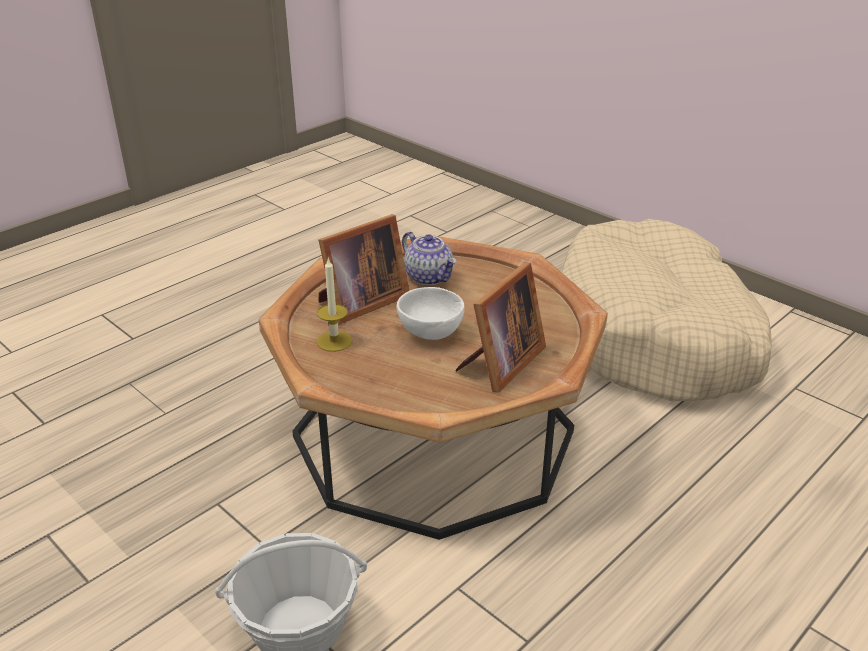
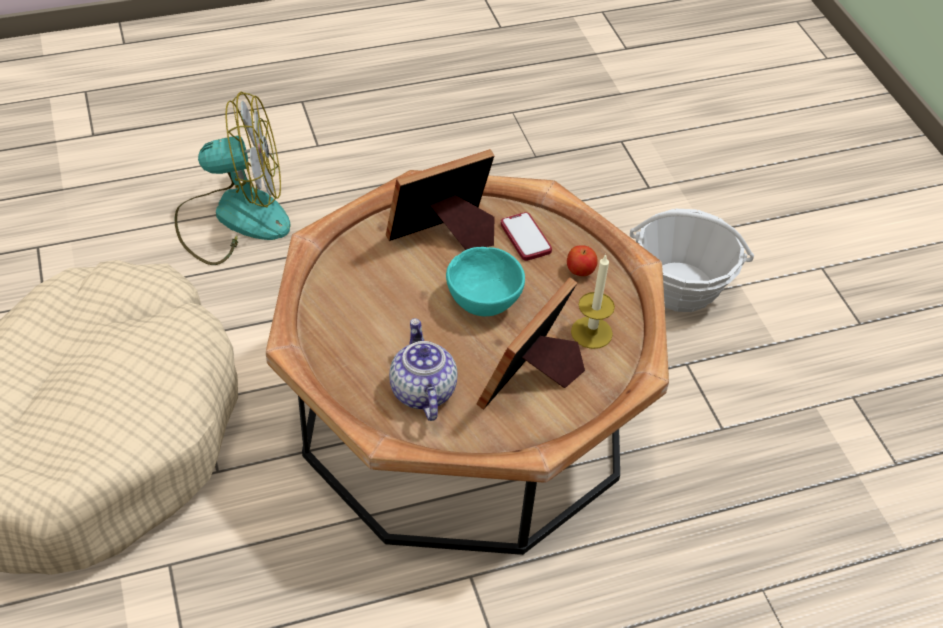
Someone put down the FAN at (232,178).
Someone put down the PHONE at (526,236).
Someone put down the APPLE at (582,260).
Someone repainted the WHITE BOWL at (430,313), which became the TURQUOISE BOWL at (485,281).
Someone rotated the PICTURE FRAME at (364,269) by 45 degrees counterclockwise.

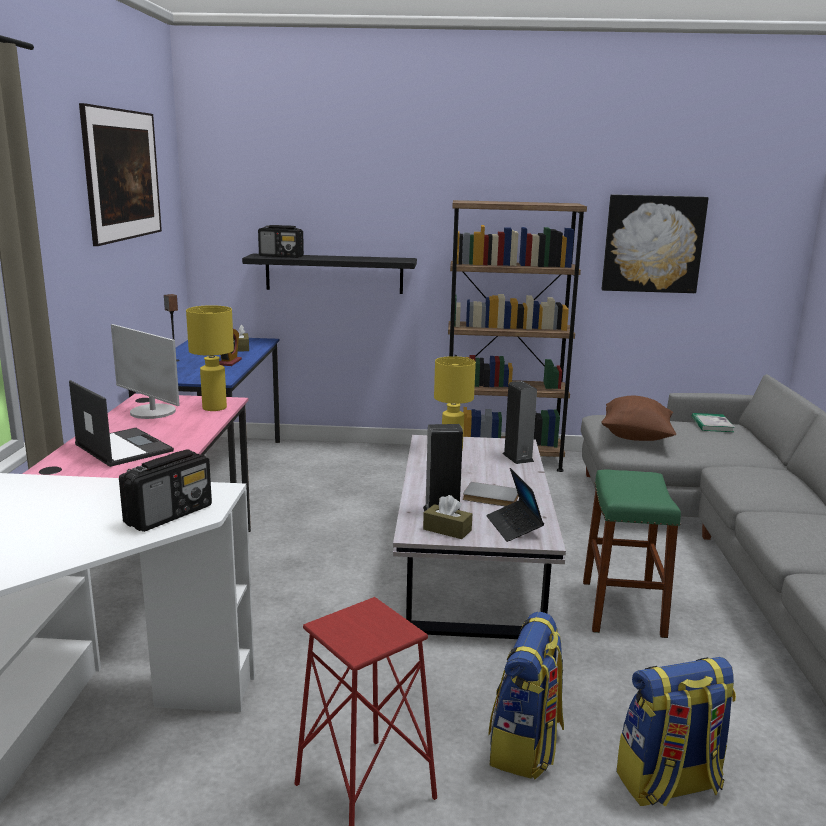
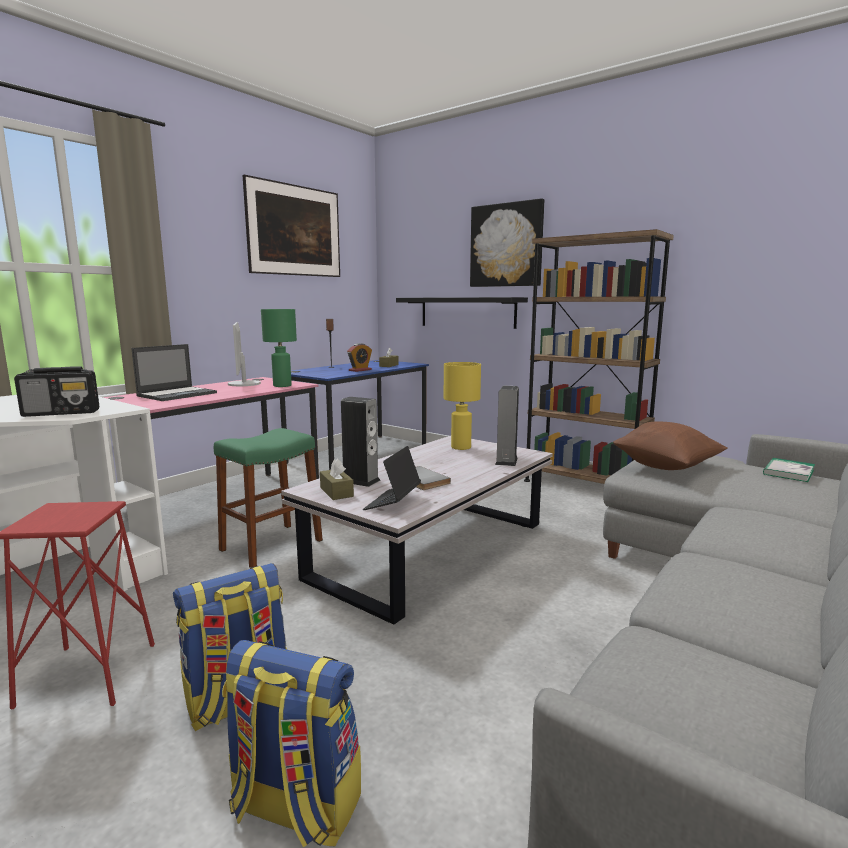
Someone took away the RADIO at (281,241).
Someone carried the GREEN STOOL from (632,554) to (268,498).
Someone carried the PICTURE from (655,243) to (507,242).
Someone repainted the YELLOW TABLE LAMP at (210,358), which became the GREEN TABLE LAMP at (279,348).
Someone rotated the LAPTOP at (121,423) by 45 degrees clockwise.

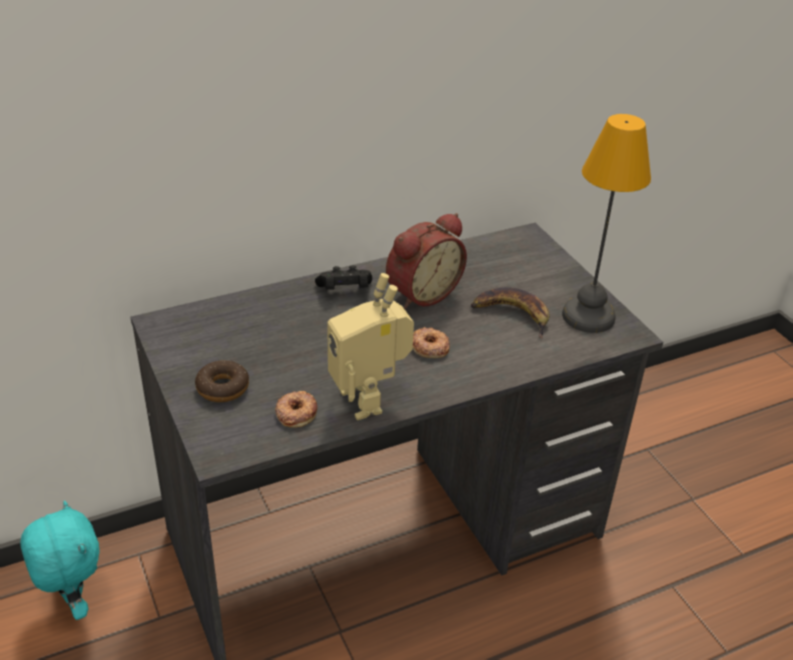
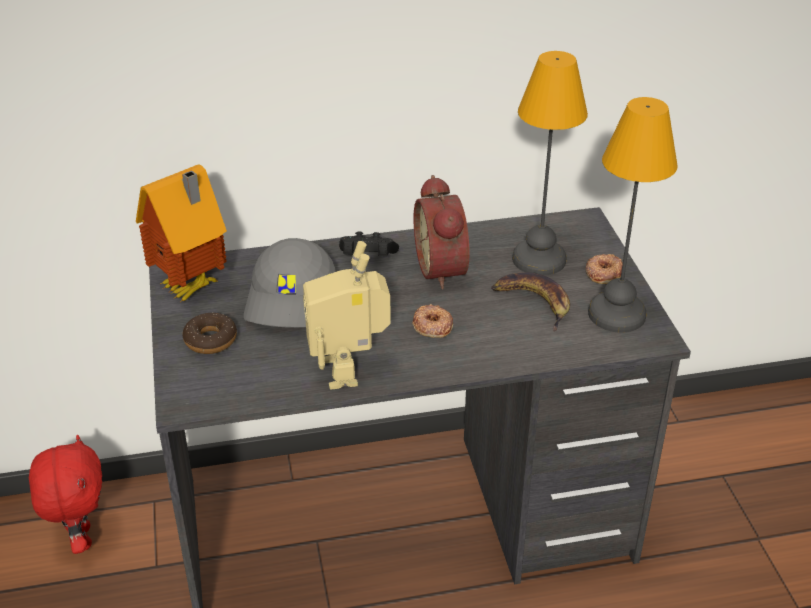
Someone put down the TOY HOUSE at (181,232).
Someone put down the GREY CAP at (290,283).
Someone put down the TABLE LAMP at (550,163).
Someone carried the DONUT from (296,409) to (604,269).
Someone repainted the TURQUOISE PLUSH TOY at (59,560), which became the RED PLUSH TOY at (65,494).
Someone rotated the ALARM CLOCK at (426,261) by 105 degrees clockwise.

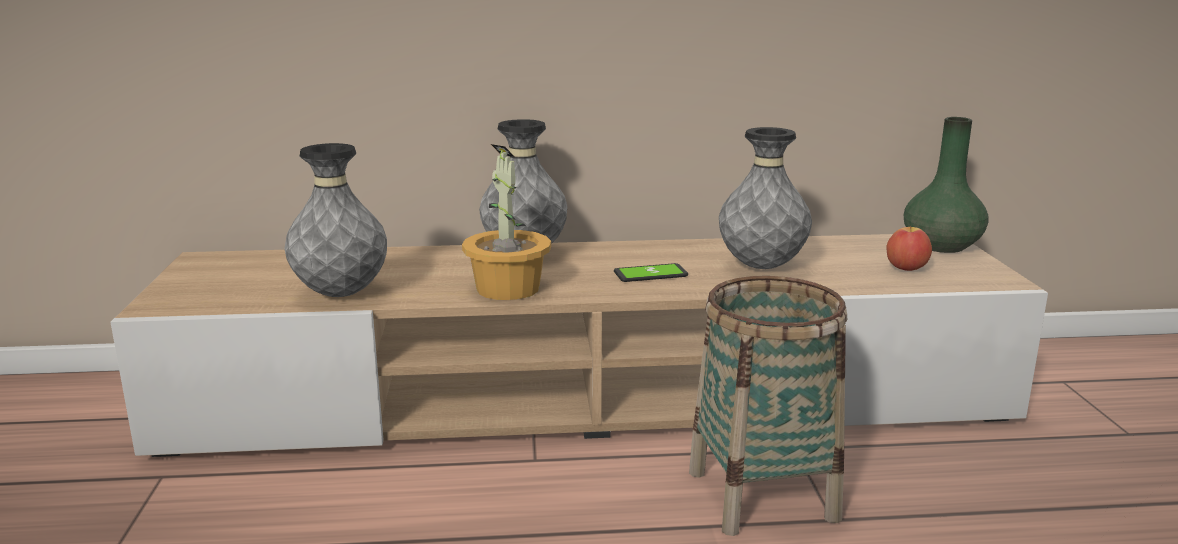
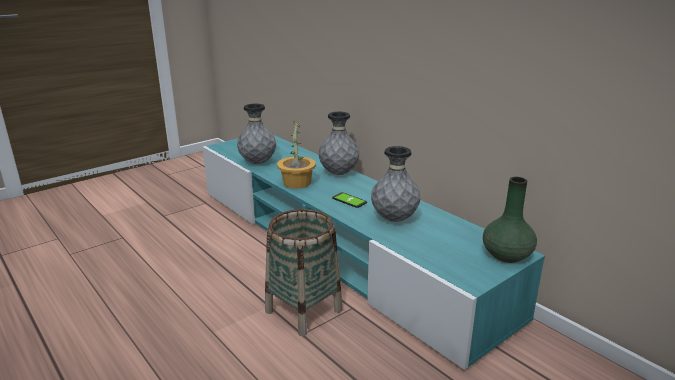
Someone took away the APPLE at (909,248).
Someone repainted the BEIGE TV STAND at (579,345), which became the TURQUOISE TV STAND at (374,252).

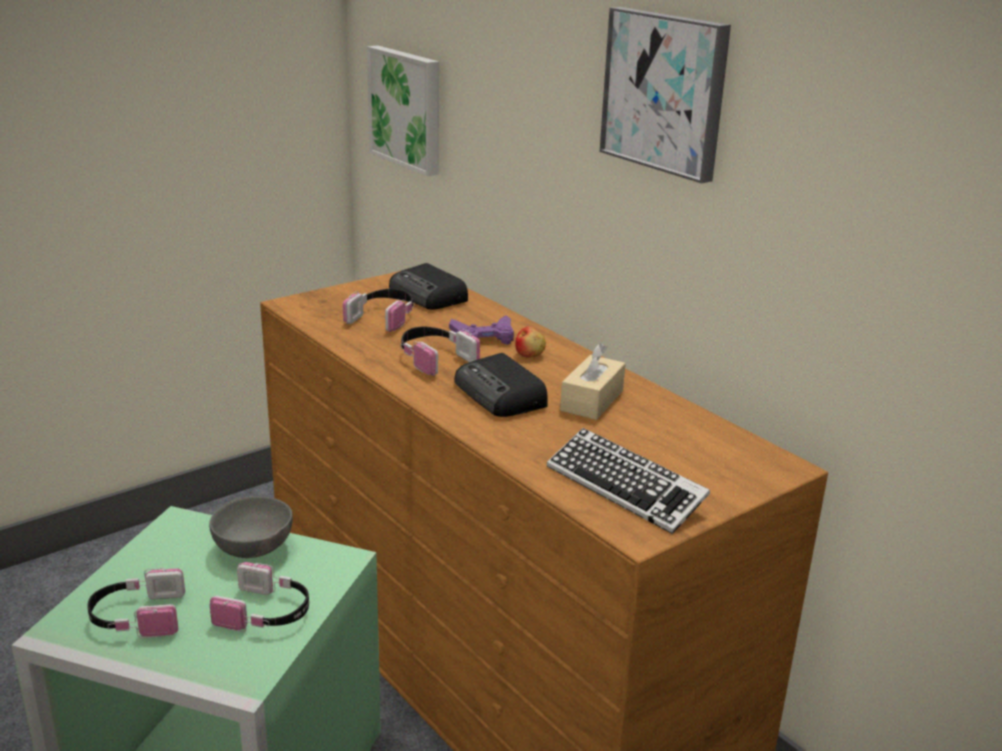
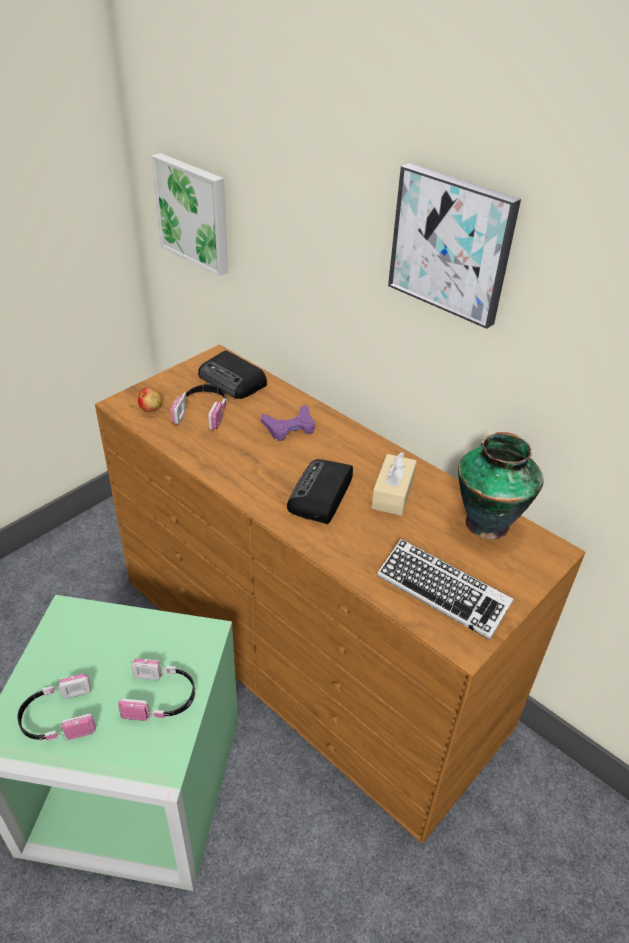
Someone took away the GREY BOWL at (251,527).
Someone took away the HEADPHONES at (440,351).
Someone put down the VASE at (500,486).
Someone carried the APPLE from (530,342) to (150,399).
Someone rotated the RADIO at (501,385) by 60 degrees clockwise.

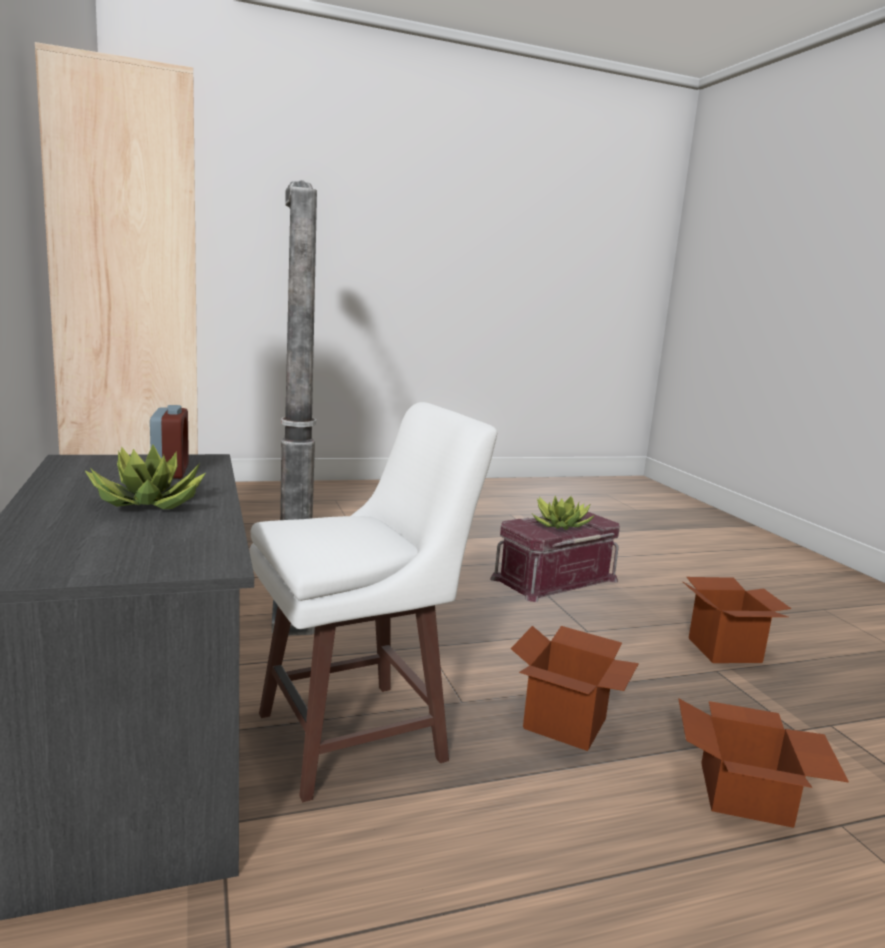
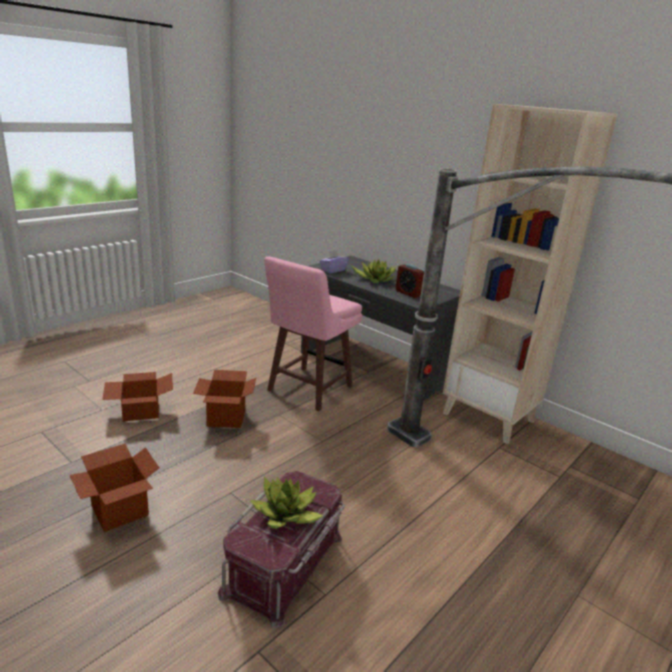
Someone put down the PURPLE TISSUE BOX at (334,261).
Someone repainted the WHITE STOOL at (373,602), which became the PINK STOOL at (313,334).

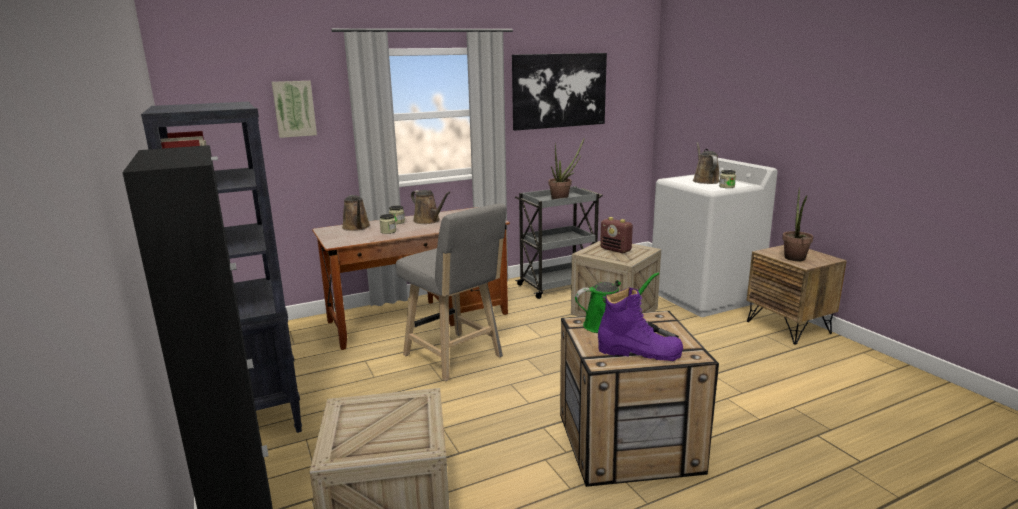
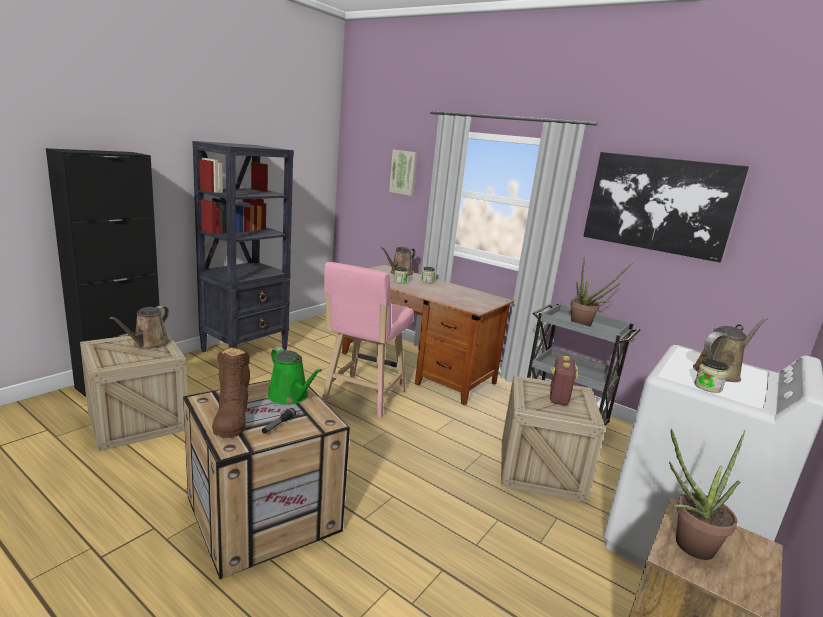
Someone carried the BROWN WATERING CAN from (430,207) to (139,327).
Someone repainted the GREY STOOL at (451,292), which became the PINK STOOL at (368,340).
Someone repainted the PURPLE BOOT at (640,324), which became the BROWN BOOT at (231,392).

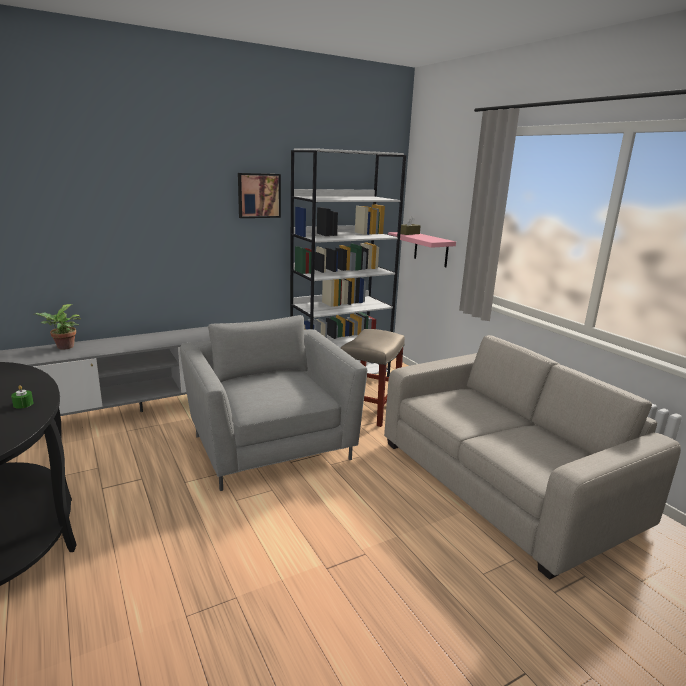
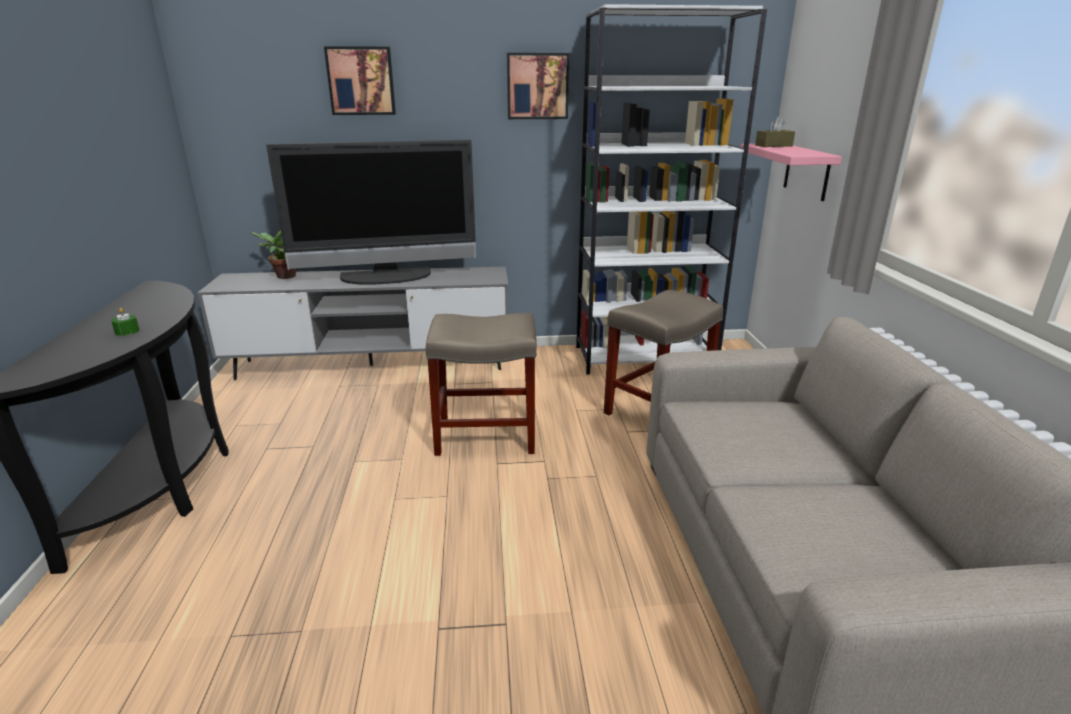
Someone put down the TELEVISION at (371,212).
Someone put up the PICTURE at (360,80).
Someone swapped the GREY ARMCHAIR at (273,403) for the BEIGE STOOL at (481,384).

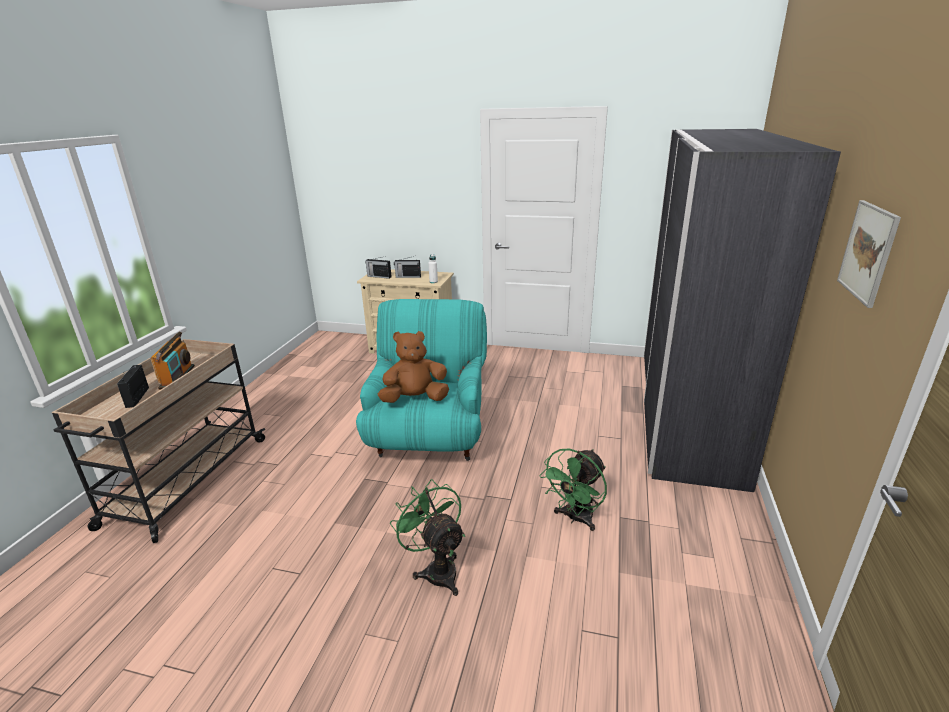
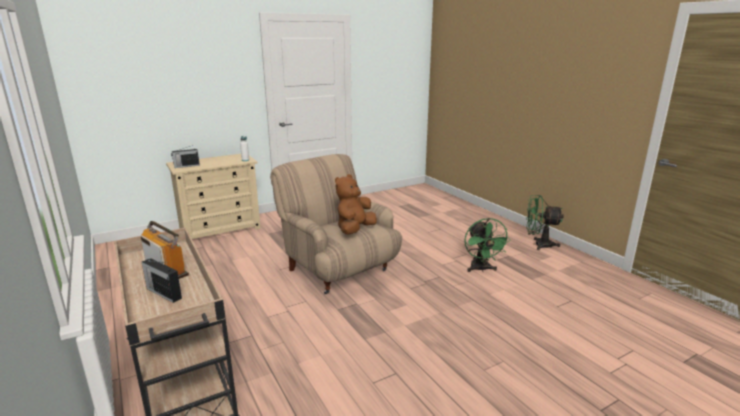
Someone took away the RADIO at (407,267).
Someone took away the GREY WARDROBE at (742,310).
Someone took away the PICTURE at (869,254).
Someone carried the GREEN FAN from (427,537) to (545,222).
Someone repainted the TURQUOISE ARMCHAIR at (421,380), which became the BEIGE ARMCHAIR at (336,224).

